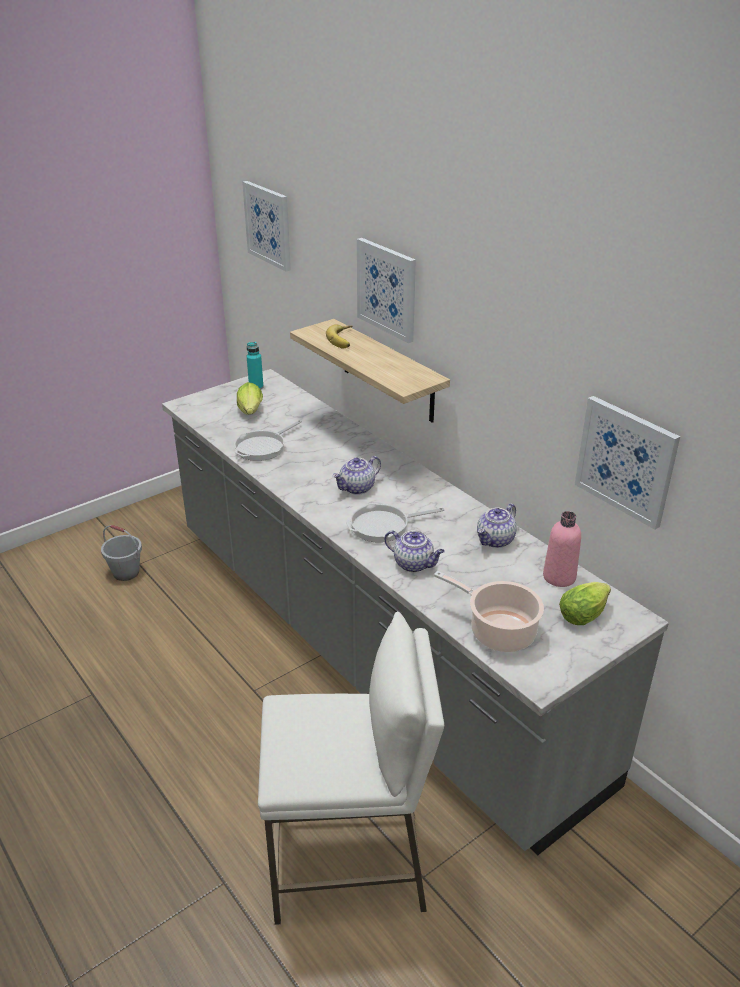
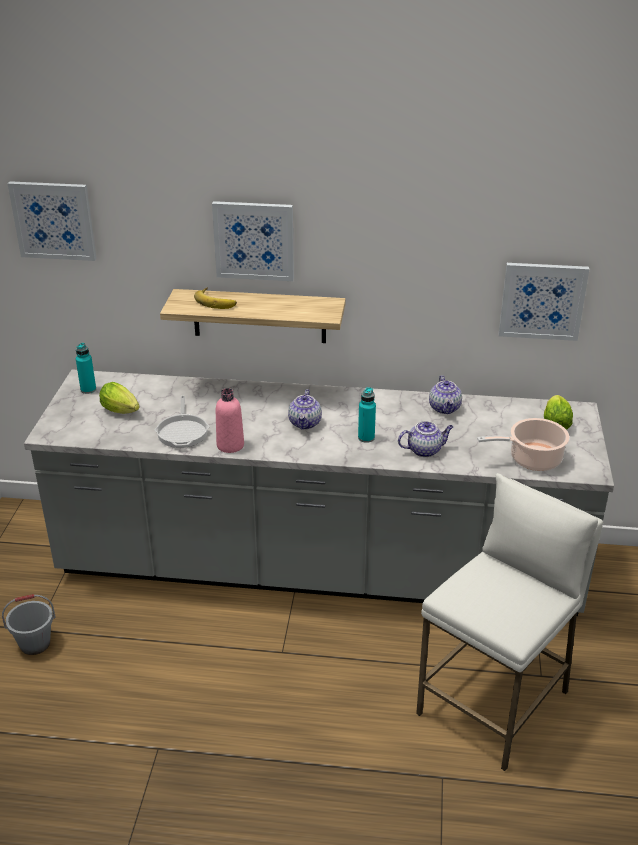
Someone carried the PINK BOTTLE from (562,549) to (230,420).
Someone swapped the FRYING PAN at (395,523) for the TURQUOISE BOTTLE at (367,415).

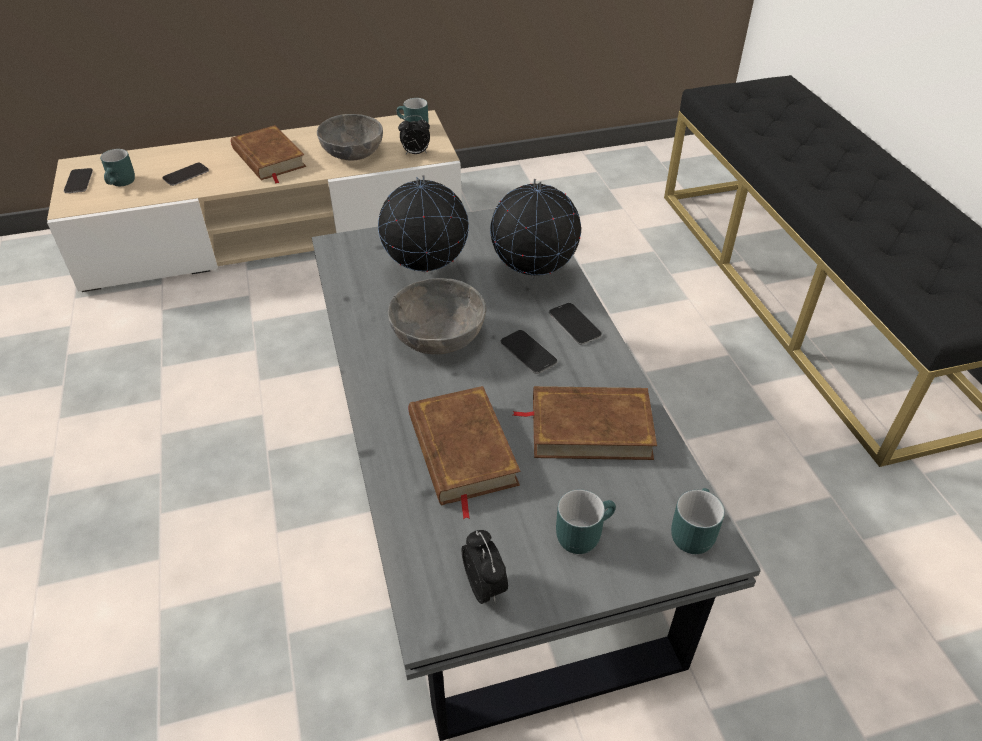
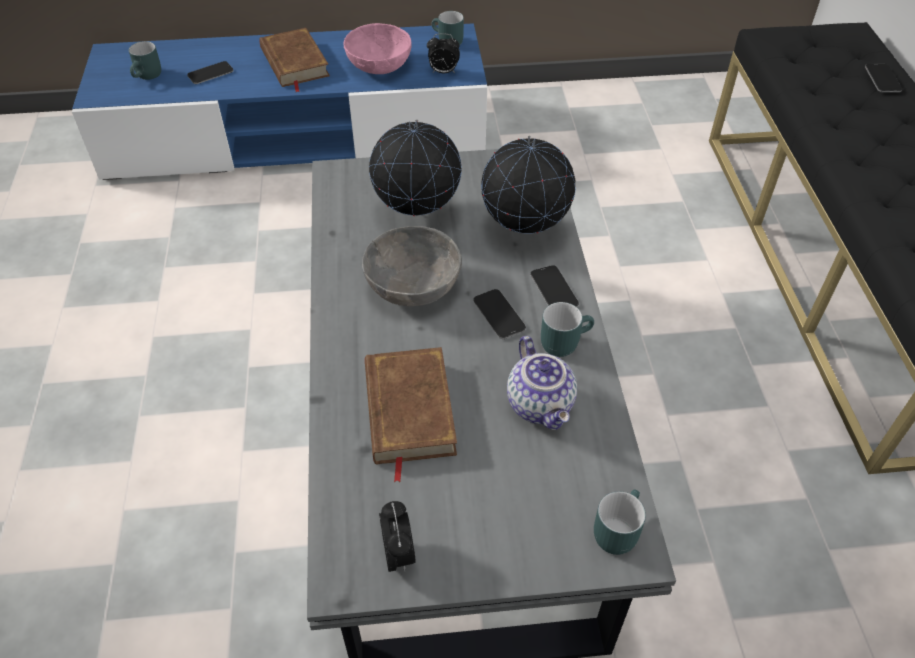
Someone carried the PHONE from (78,180) to (883,78).
Someone carried the TURQUOISE MUG from (586,521) to (567,329).
Someone swapped the BROWN BOOK at (585,423) for the TEAPOT at (542,383).
Someone repainted the BEIGE TV STAND at (254,201), which became the BLUE TV STAND at (279,101).
Someone repainted the GREY BOWL at (350,137), which became the PINK BOWL at (377,48).

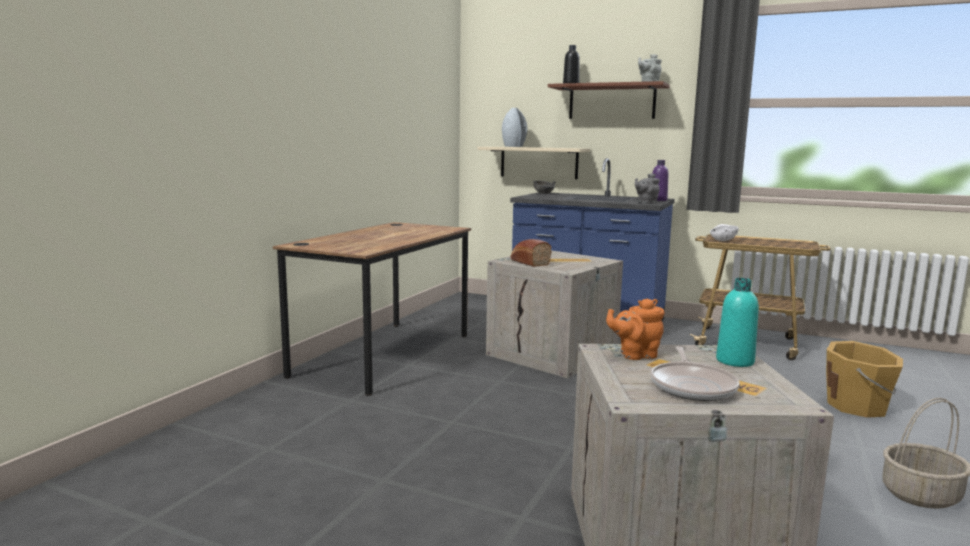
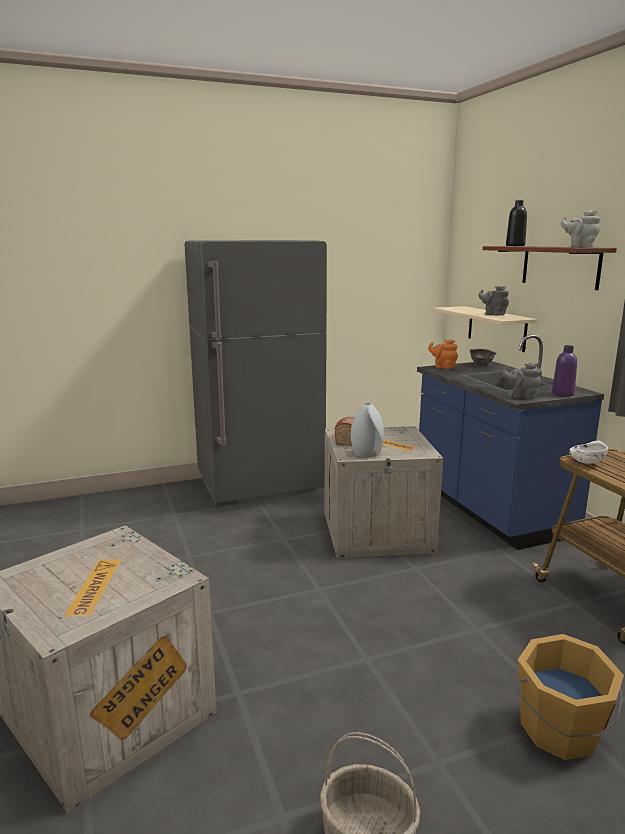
Someone took away the FRYING PAN at (695,373).
Someone took away the TURQUOISE BOTTLE at (737,322).
Someone put down the GREY TEAPOT at (493,301).
Someone carried the GREY VASE from (514,127) to (367,430).
Someone carried the ORANGE TEAPOT from (635,329) to (443,354).
Someone swapped the BROWN DESK at (372,309) for the GREY FRIDGE at (256,373).

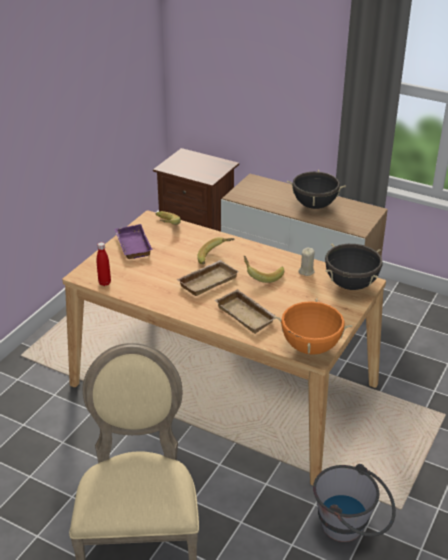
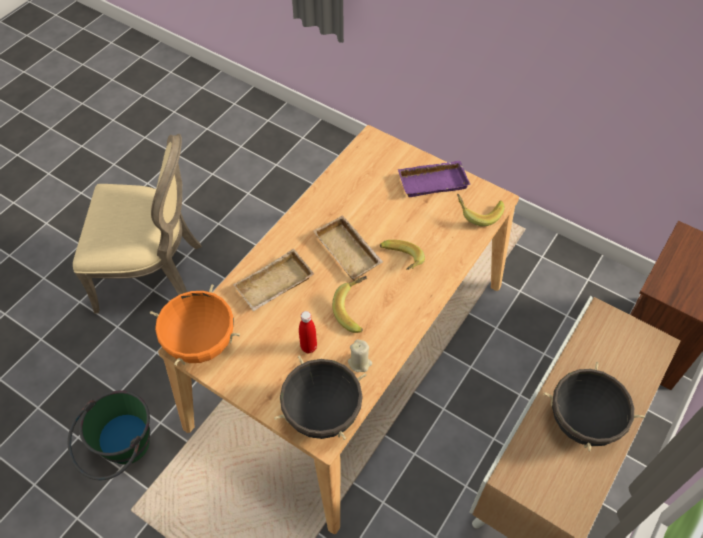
Someone carried the RED BOTTLE from (104,264) to (308,332).
Someone repainted the GREY BUCKET at (354,503), which became the GREEN BUCKET at (109,435).

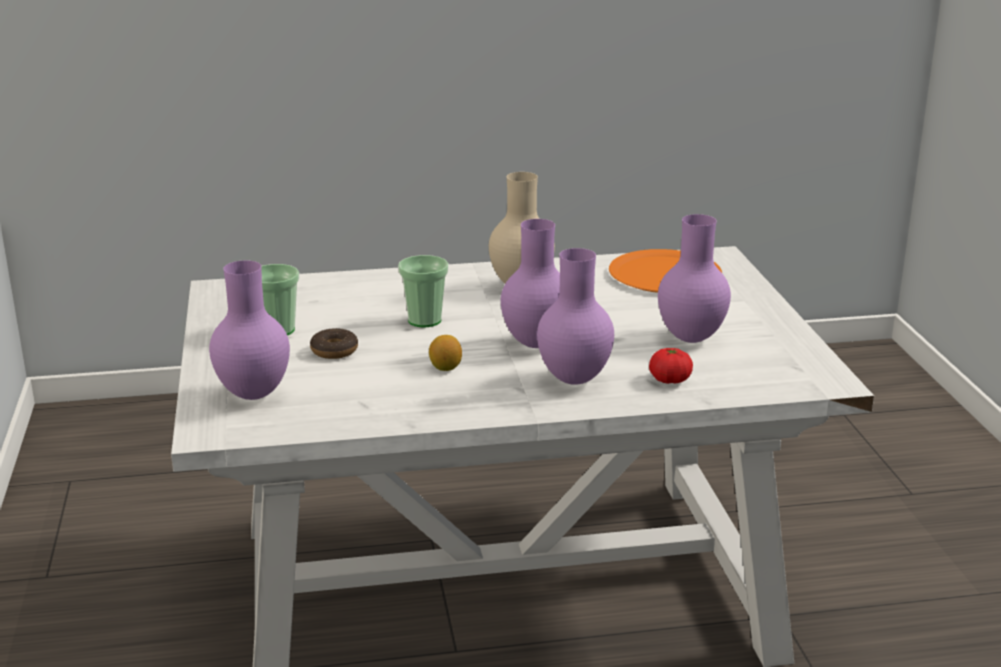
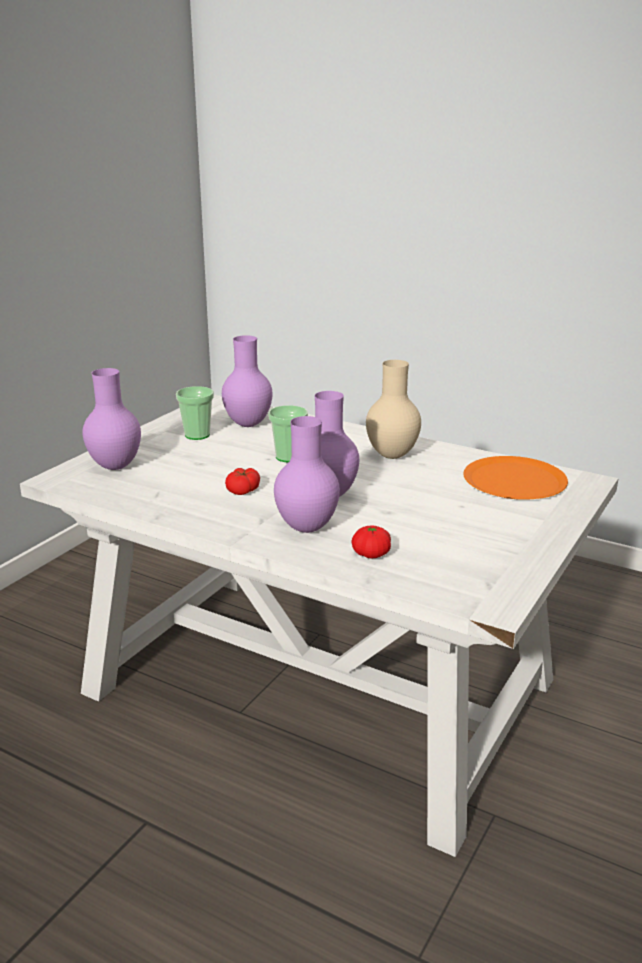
Someone took away the DONUT at (334,343).
Someone carried the PURPLE VASE from (694,278) to (247,381).
Someone swapped the LEMON at (445,353) for the TOMATO at (242,481).

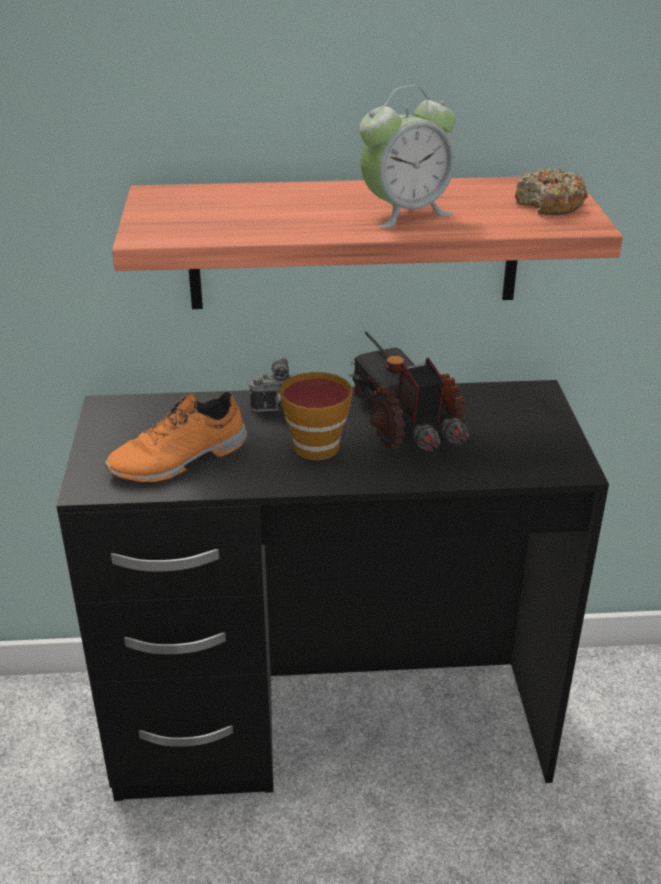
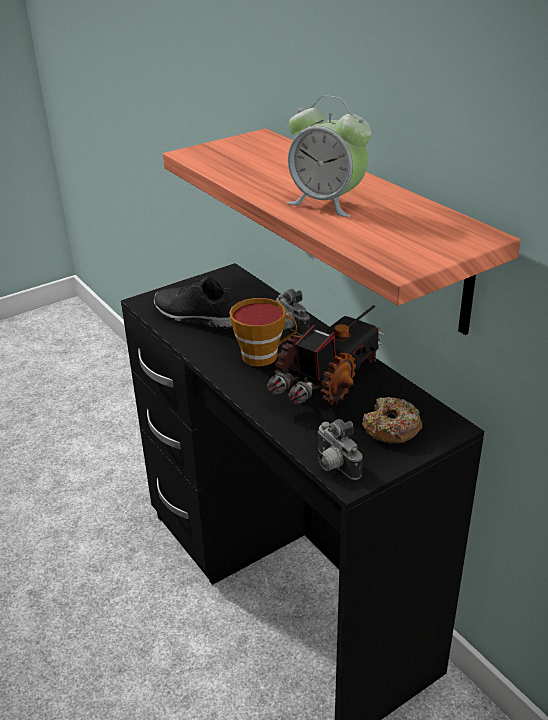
Someone put down the PHOTO CAMERA at (340,449).
Someone carried the DONUT from (551,191) to (392,420).
Someone repainted the ORANGE SHOE at (176,437), which became the BLACK SHOE at (196,302).

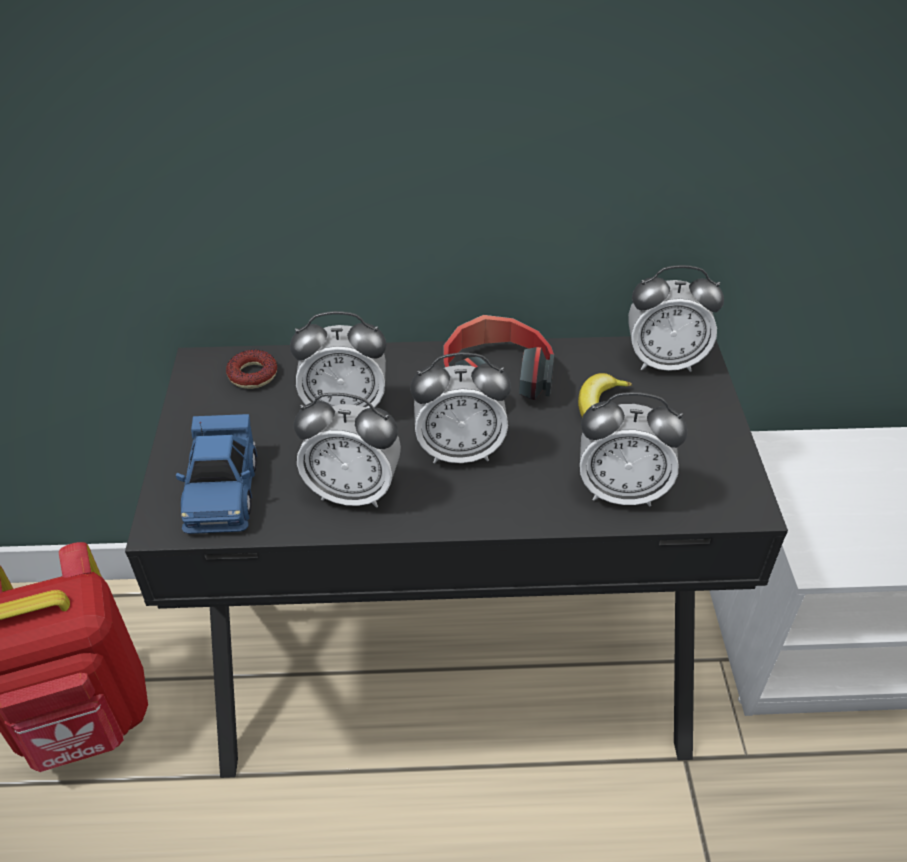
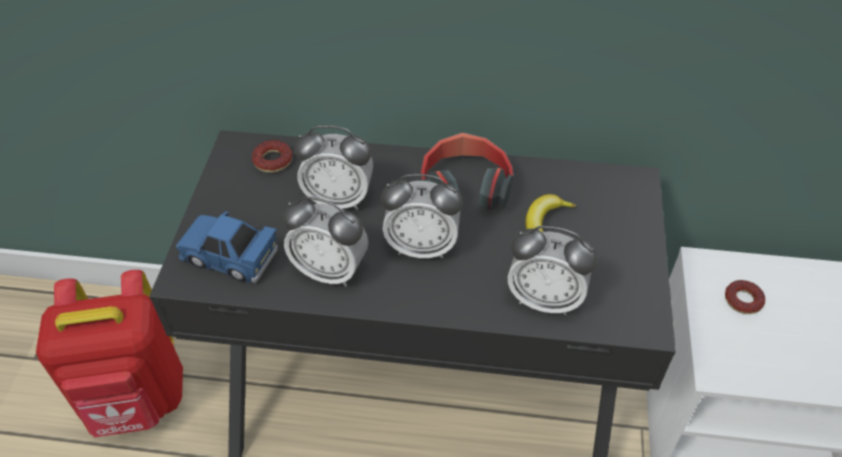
Someone took away the ALARM CLOCK at (676,318).
Someone put down the DONUT at (745,297).
Someone rotated the BLUE TOY CAR at (216,474) by 105 degrees clockwise.

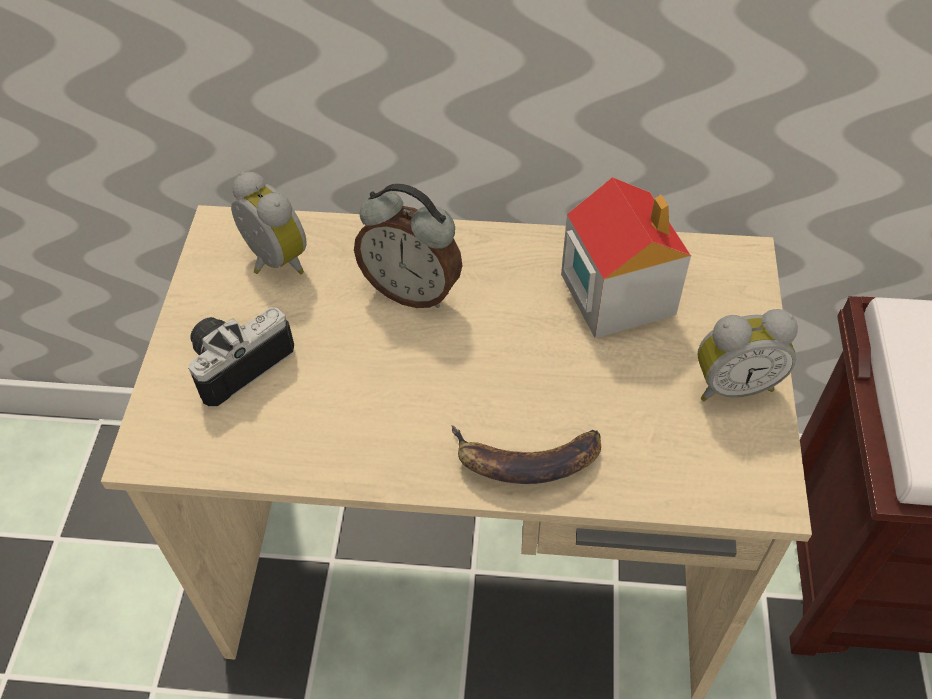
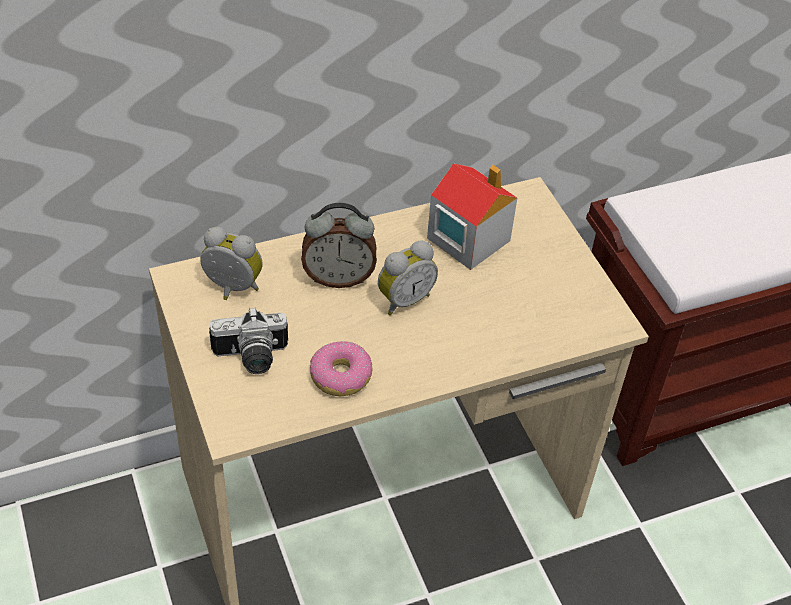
Someone took away the BANANA at (526,454).
Someone put down the DONUT at (341,368).
Someone carried the ALARM CLOCK from (747,355) to (408,278).
Someone rotated the PHOTO CAMERA at (241,357) by 120 degrees counterclockwise.

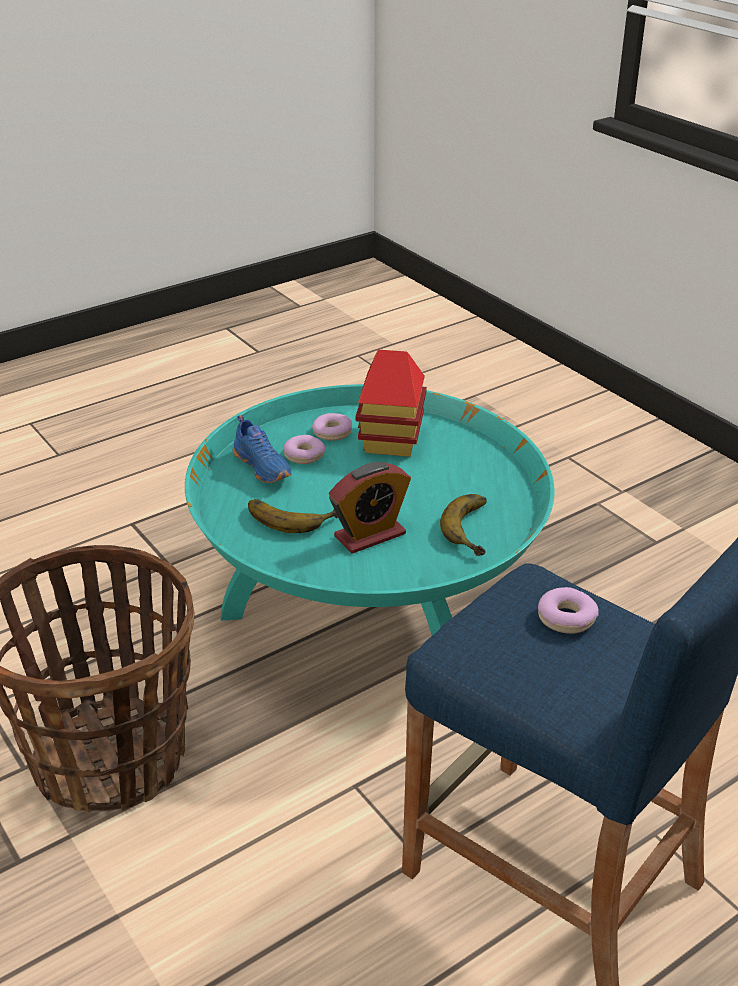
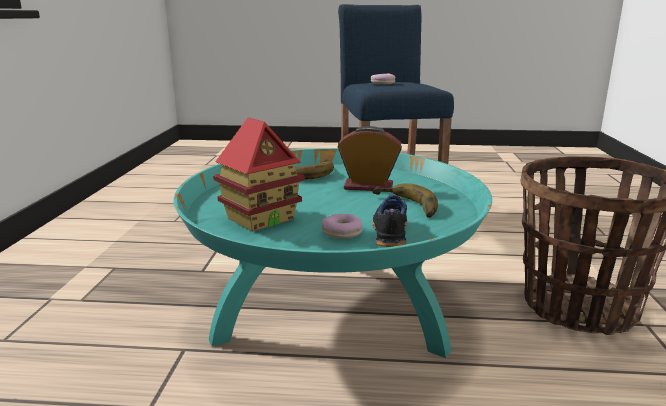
Someone took away the DONUT at (332,427).
Someone repainted the BLUE SHOE at (262,449), which became the BLACK SHOE at (389,221).

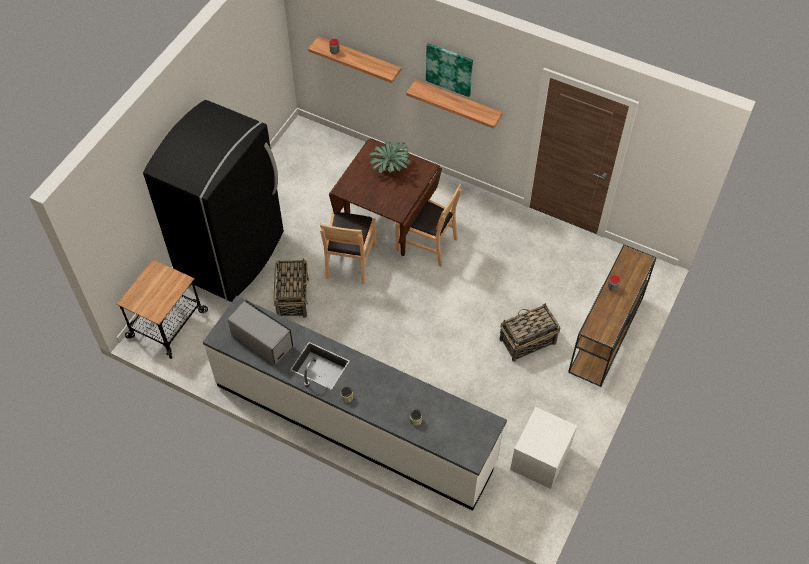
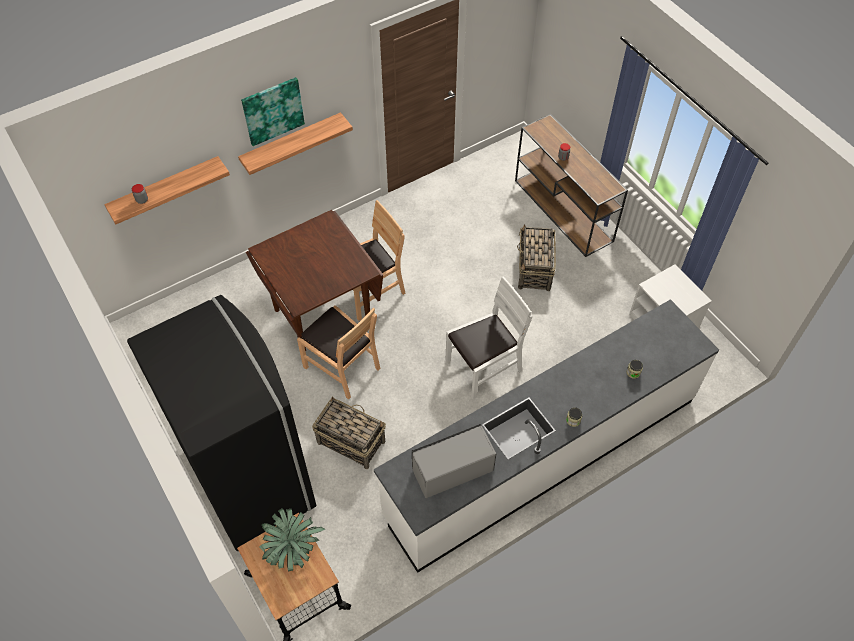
Someone put down the WHITE CHAIR at (489,338).
Someone carried the POTTED PLANT from (390,157) to (292,540).

